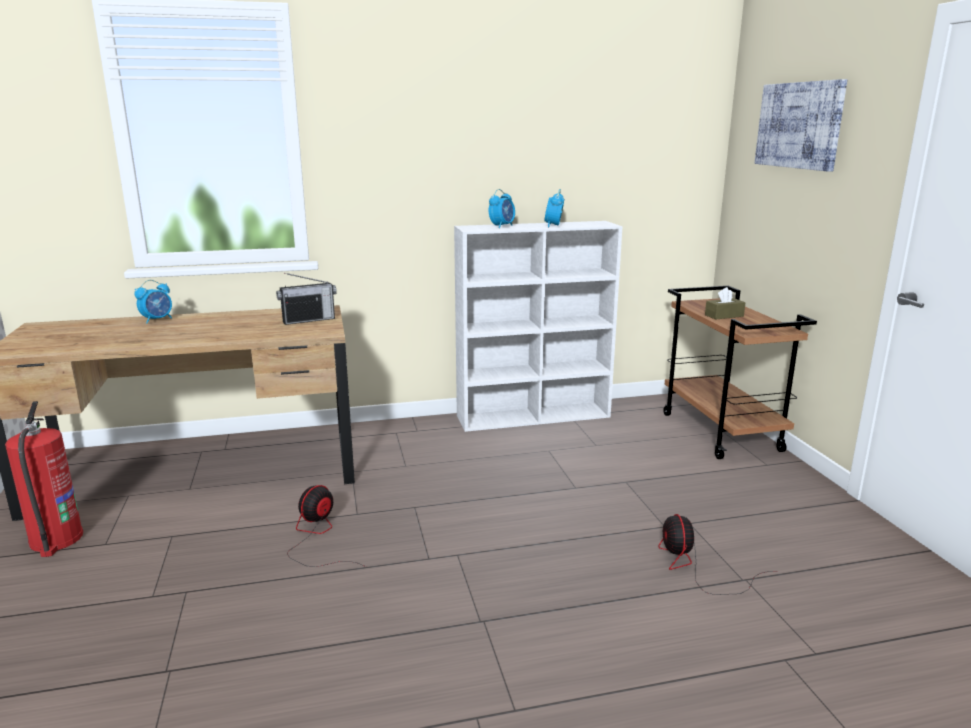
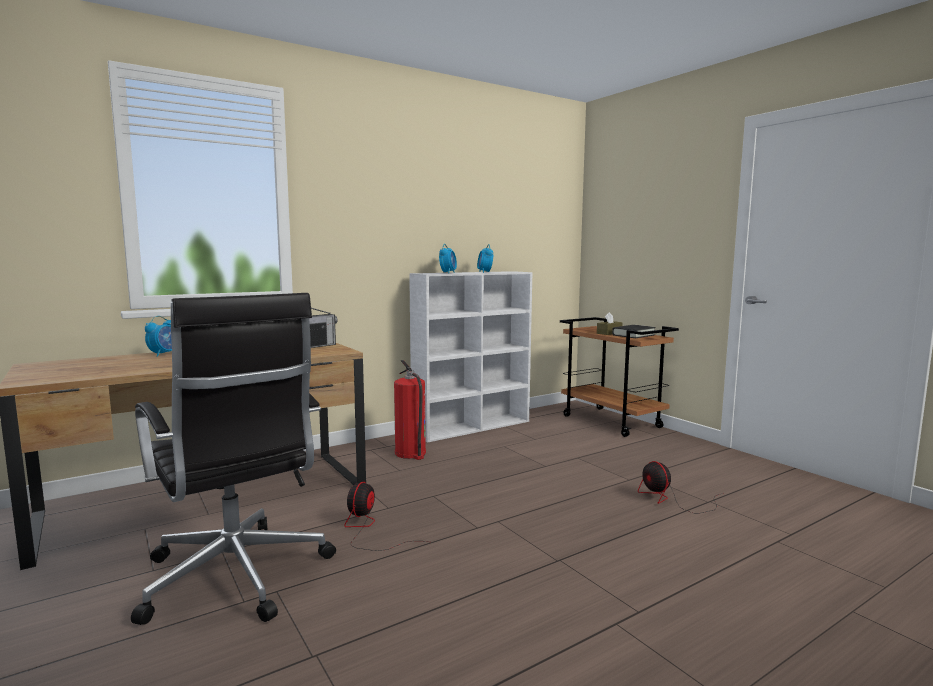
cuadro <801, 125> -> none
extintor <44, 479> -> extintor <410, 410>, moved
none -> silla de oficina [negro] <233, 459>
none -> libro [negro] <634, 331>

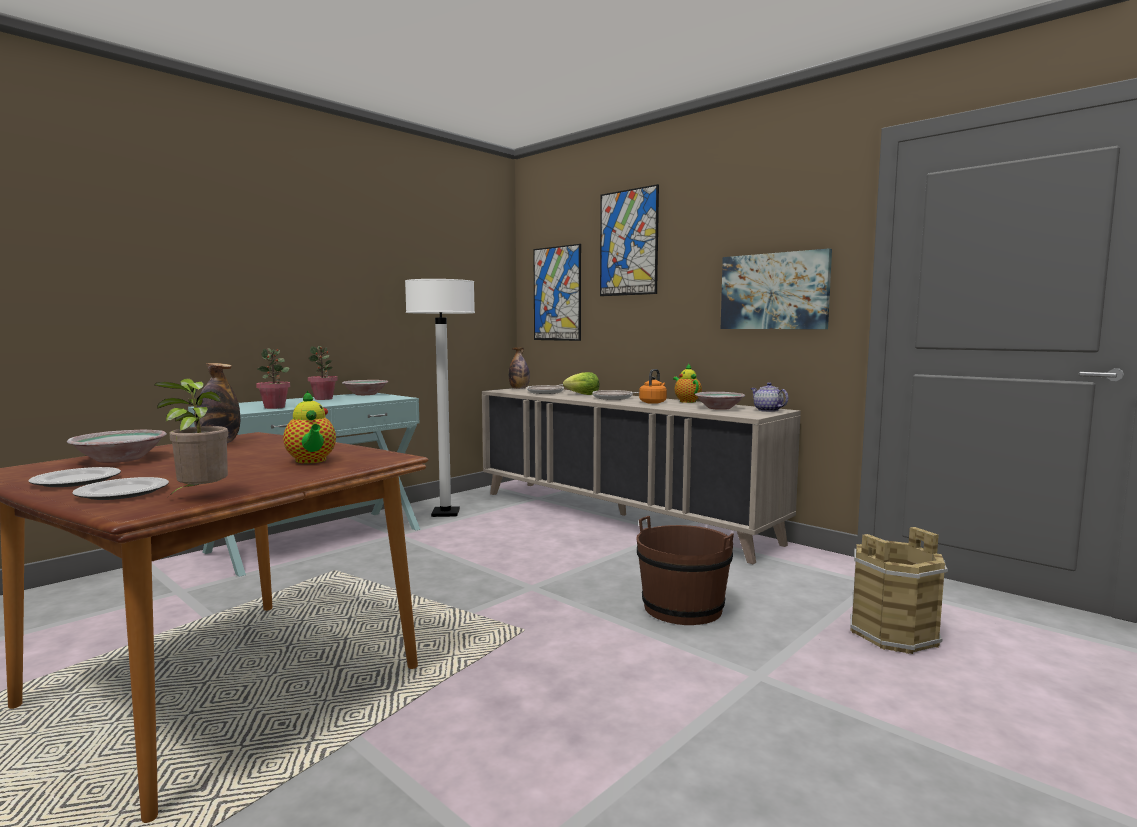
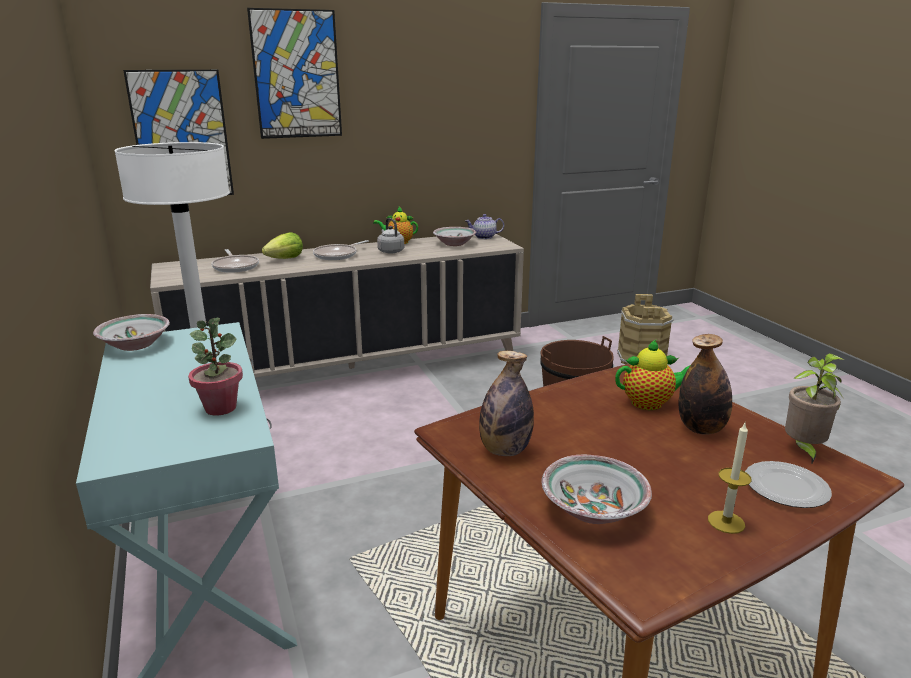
cuadro <776, 288> -> none
planta en maceta <323, 373> -> none
botella <519, 368> -> botella <705, 384>, moved
hervidor [naranja] <653, 386> -> hervidor [gris] <390, 235>
plato <75, 477> -> vela <730, 477>

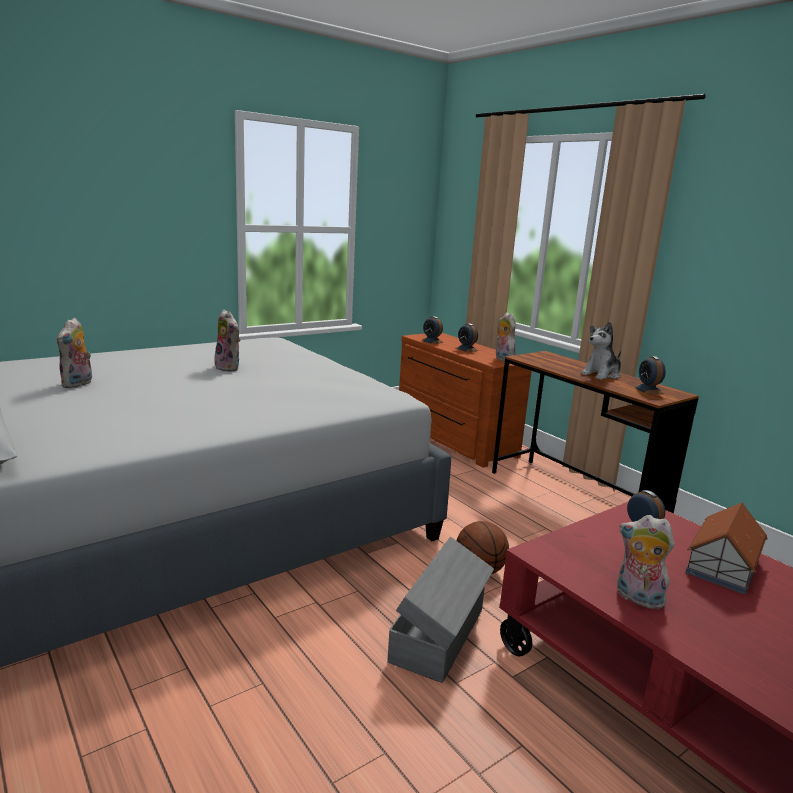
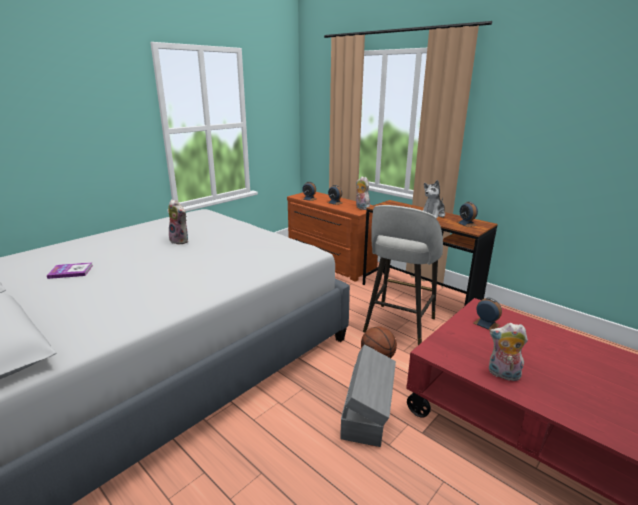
peluche <74, 353> -> libro <70, 270>
casita <726, 549> -> none
none -> taburete [gris] <403, 275>

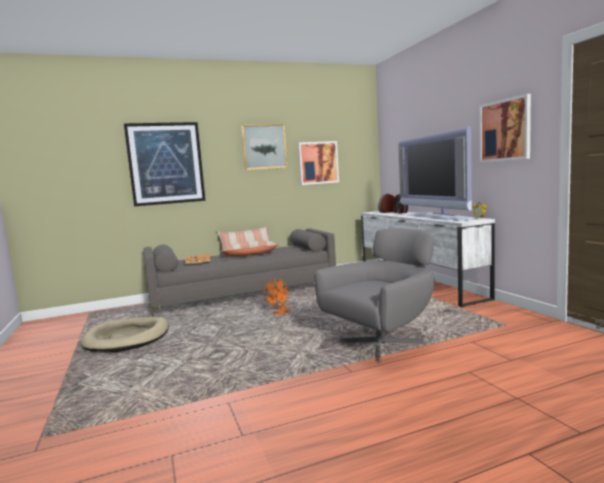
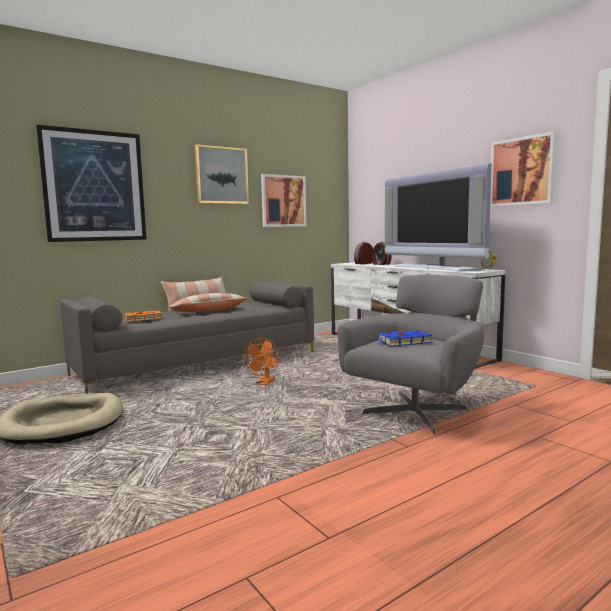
none -> libro [azul] <403, 338>

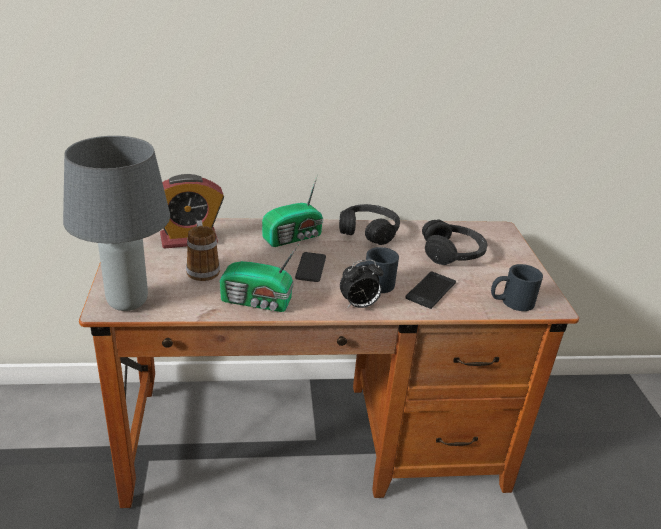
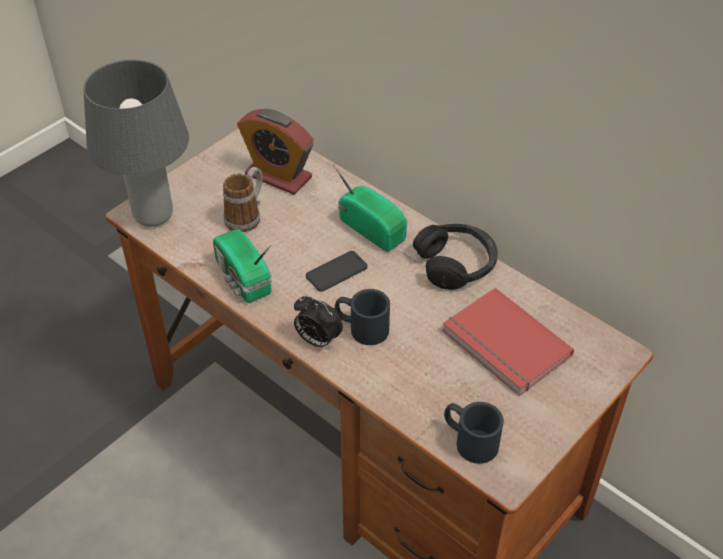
radio <292, 212> -> radio <370, 208>, 150 degrees counterclockwise
auriculares [negro] <454, 242> -> libro [rojo] <508, 342>
móvil <430, 290> -> none

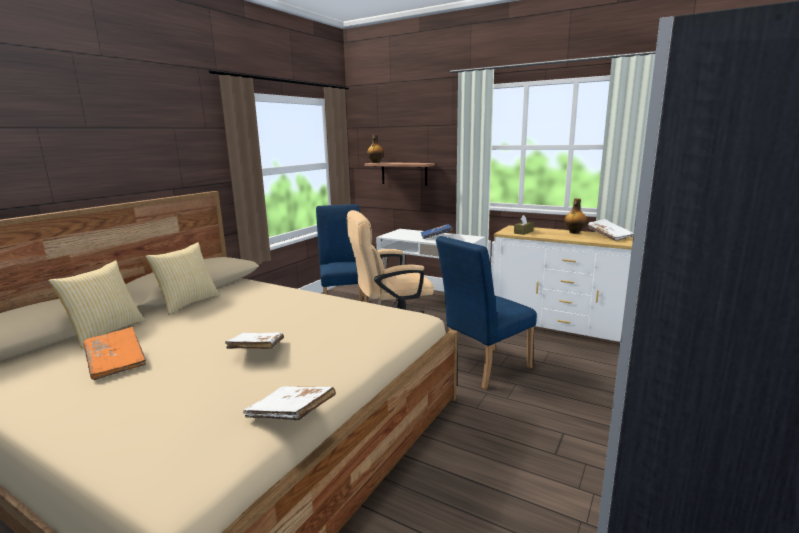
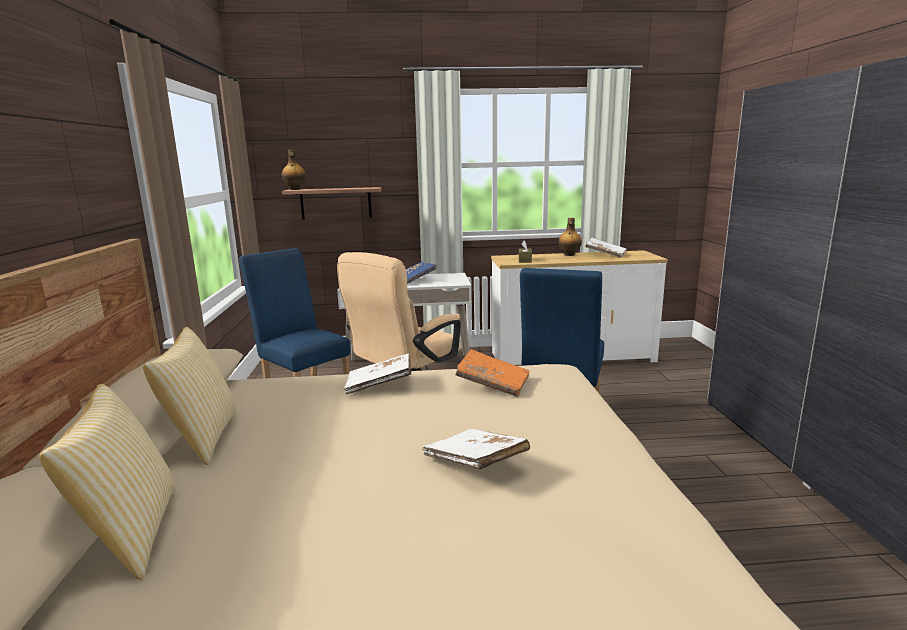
libro [naranja] <114, 353> -> libro [naranja] <492, 373>, moved
libro [blanco] <289, 403> -> libro [blanco] <377, 374>, moved

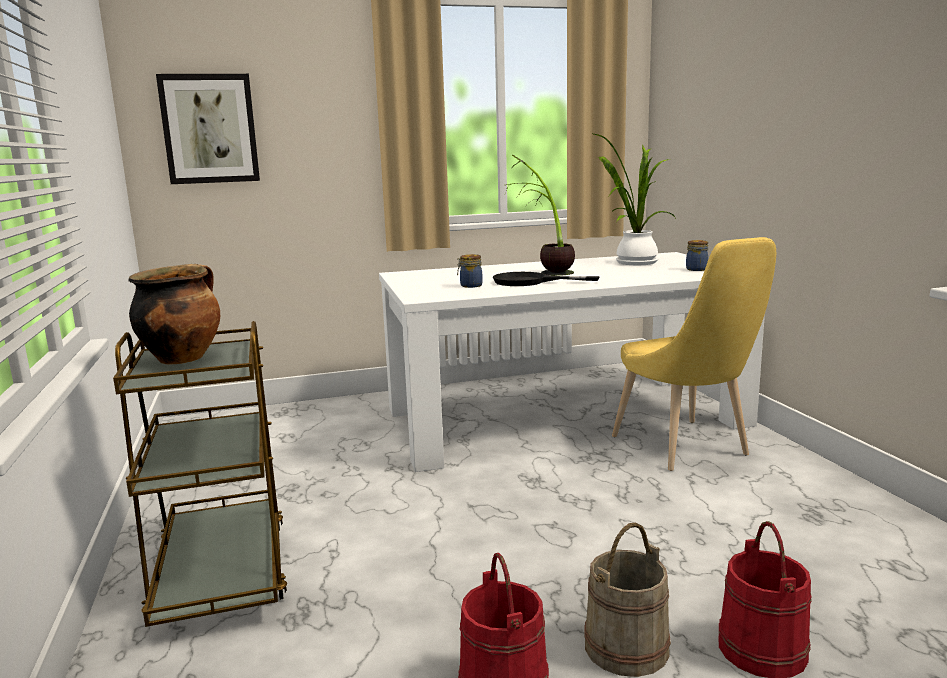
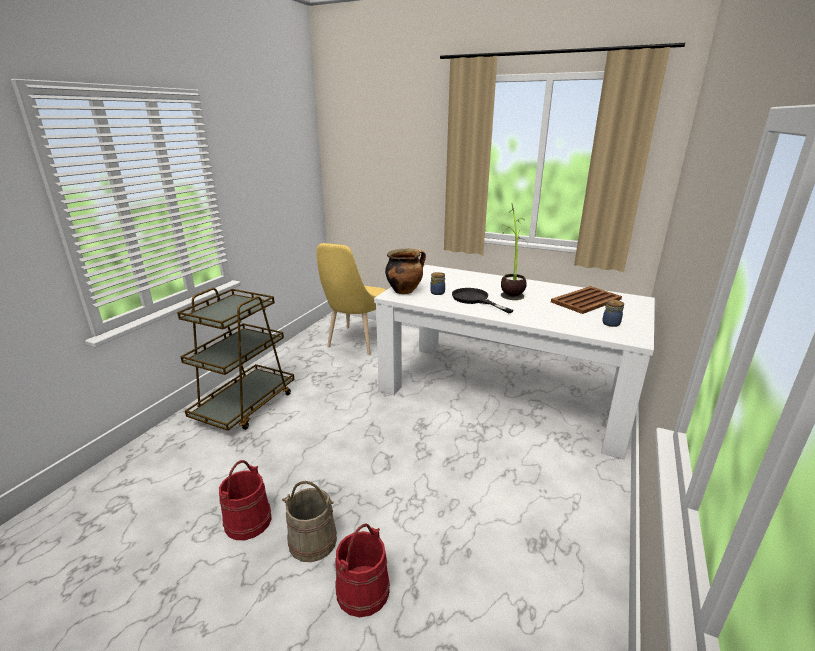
cuadro <208, 129> -> none
planta en maceta <633, 199> -> bandeja [marrón] <586, 300>
silla [amarillo] <694, 354> -> silla [amarillo] <351, 299>, moved
olla <174, 314> -> olla <405, 271>, moved

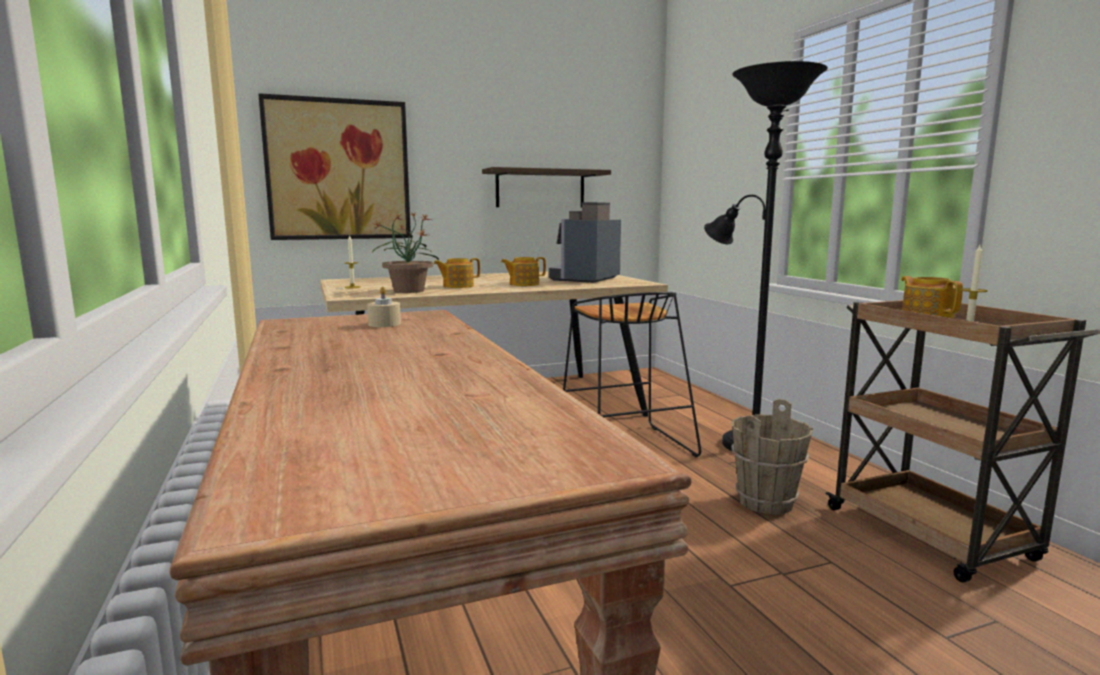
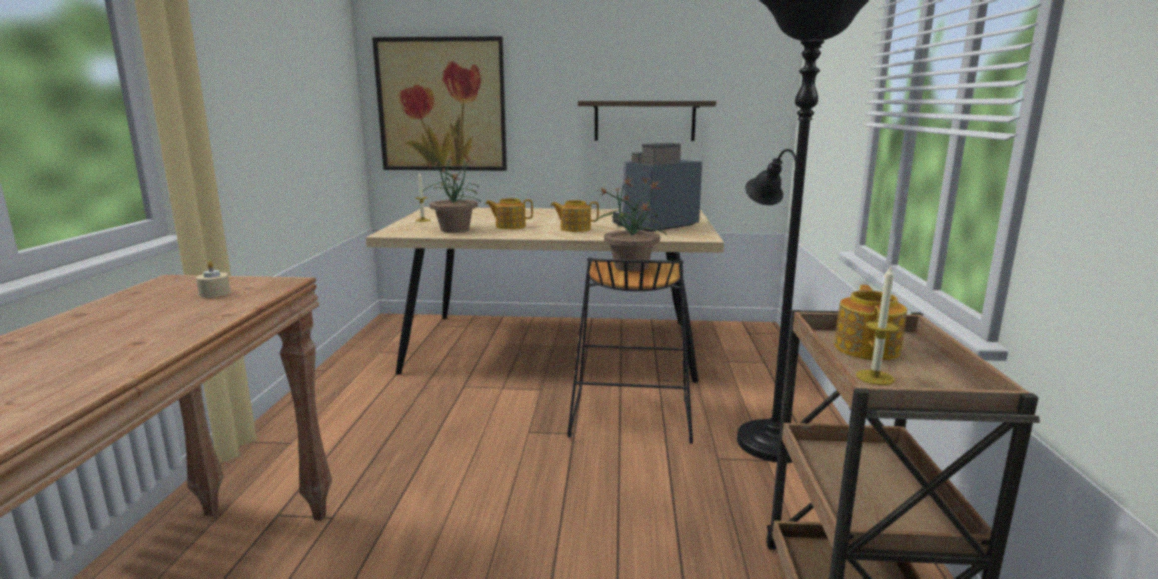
cubo [marrón] <772, 457> -> none
none -> planta en maceta <630, 223>

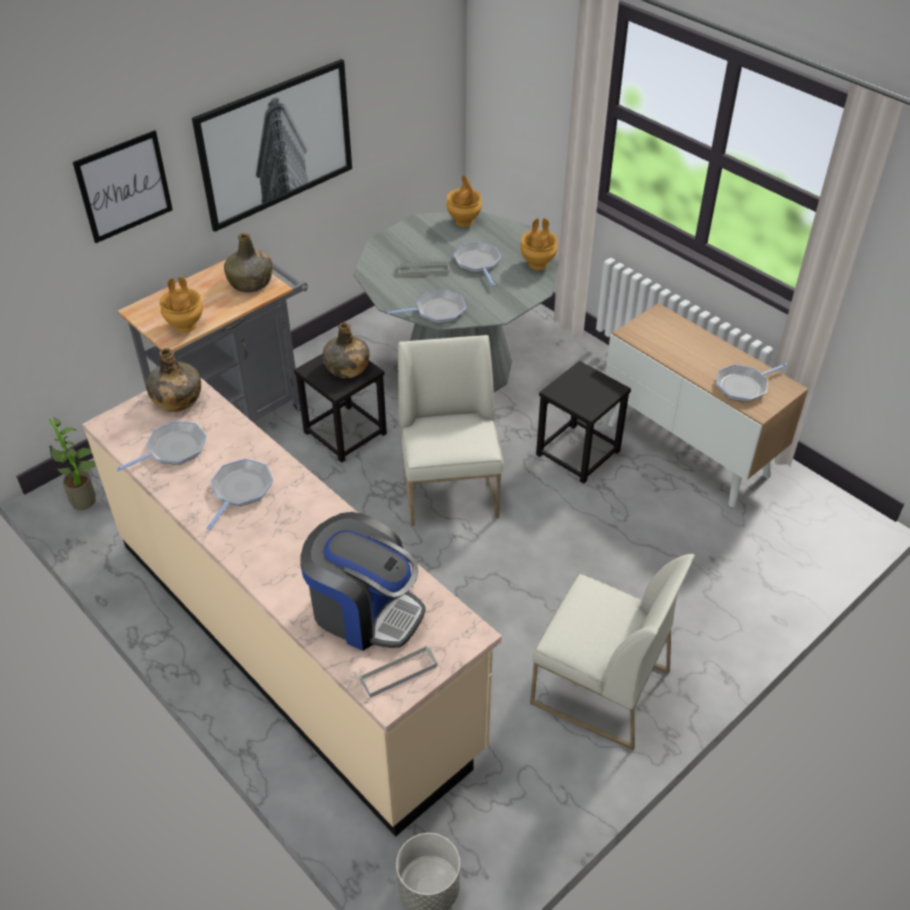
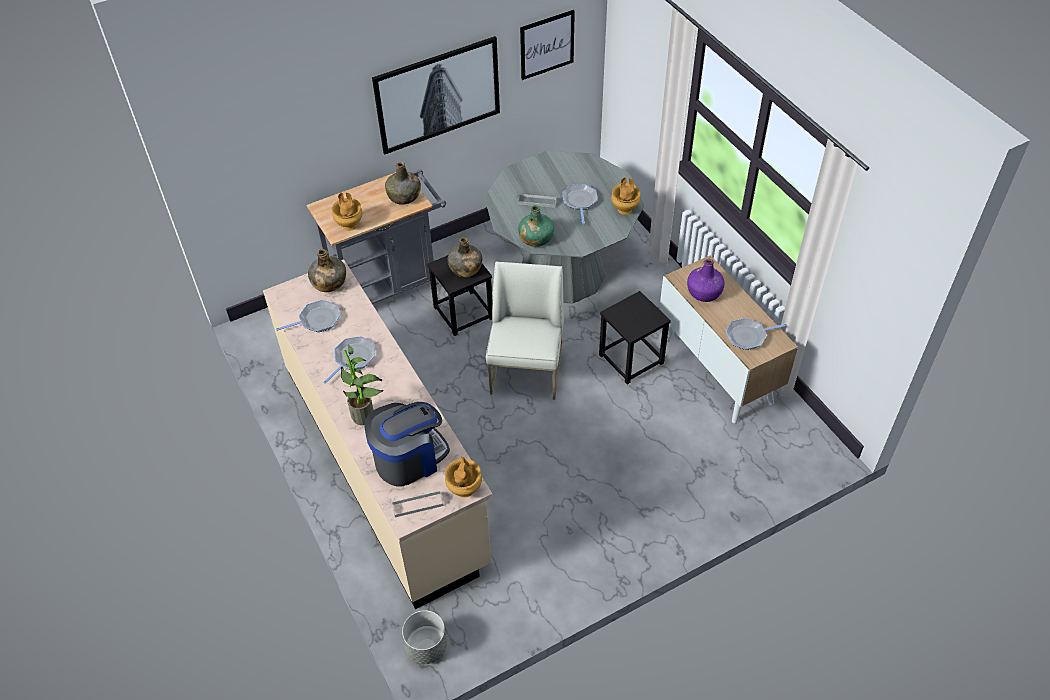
cuadro <123, 186> -> cuadro <547, 45>, moved
florero [marrón] <464, 201> -> florero [marrón] <463, 477>, moved
sartén <427, 307> -> botella [verde] <536, 226>
planta en maceta <72, 463> -> planta en maceta <362, 384>, moved
cafetera <363, 581> -> cafetera <407, 444>, 75 degrees counterclockwise
silla [blanco] <612, 652> -> none
none -> botella [morado] <706, 280>

